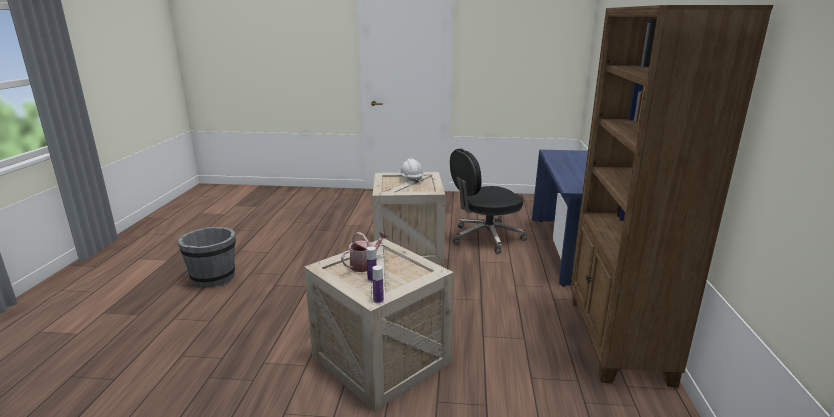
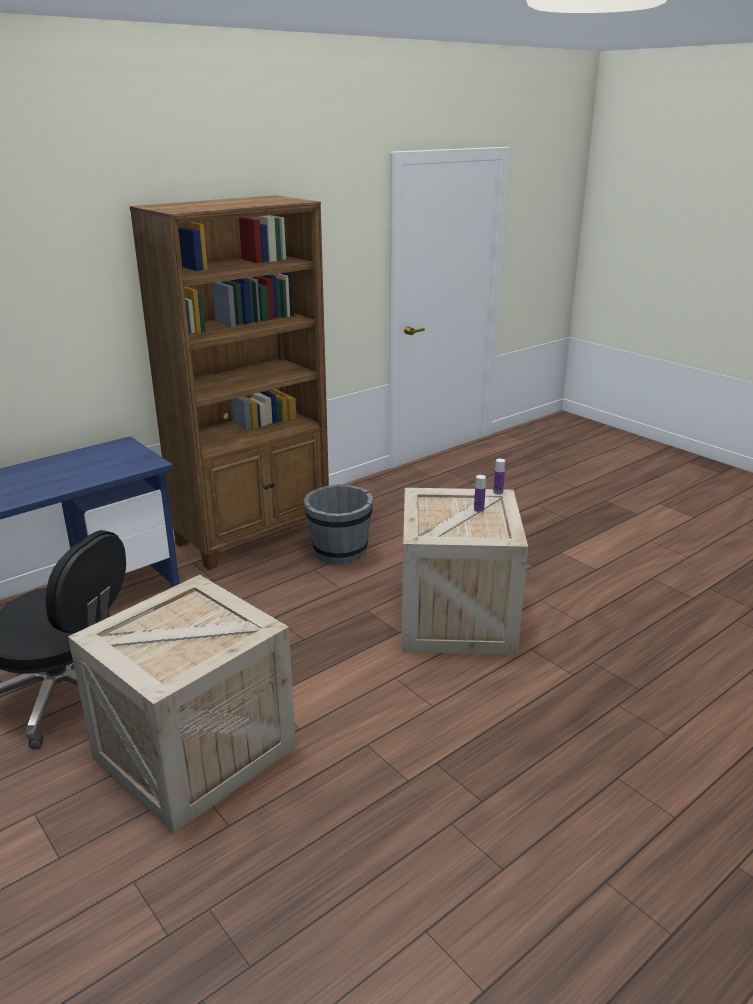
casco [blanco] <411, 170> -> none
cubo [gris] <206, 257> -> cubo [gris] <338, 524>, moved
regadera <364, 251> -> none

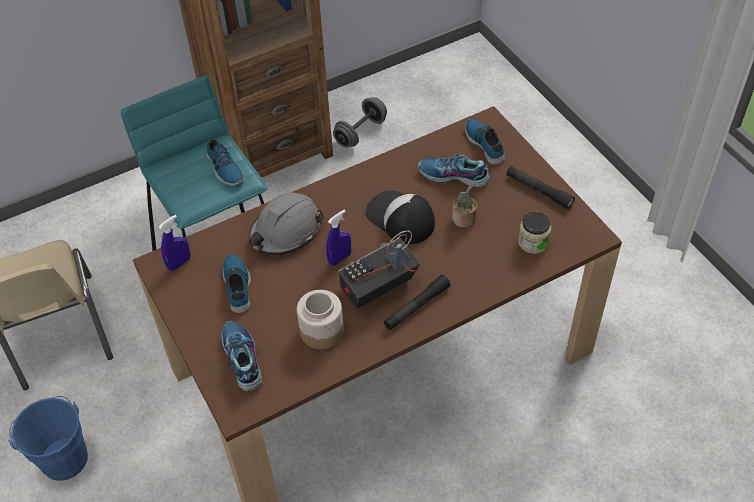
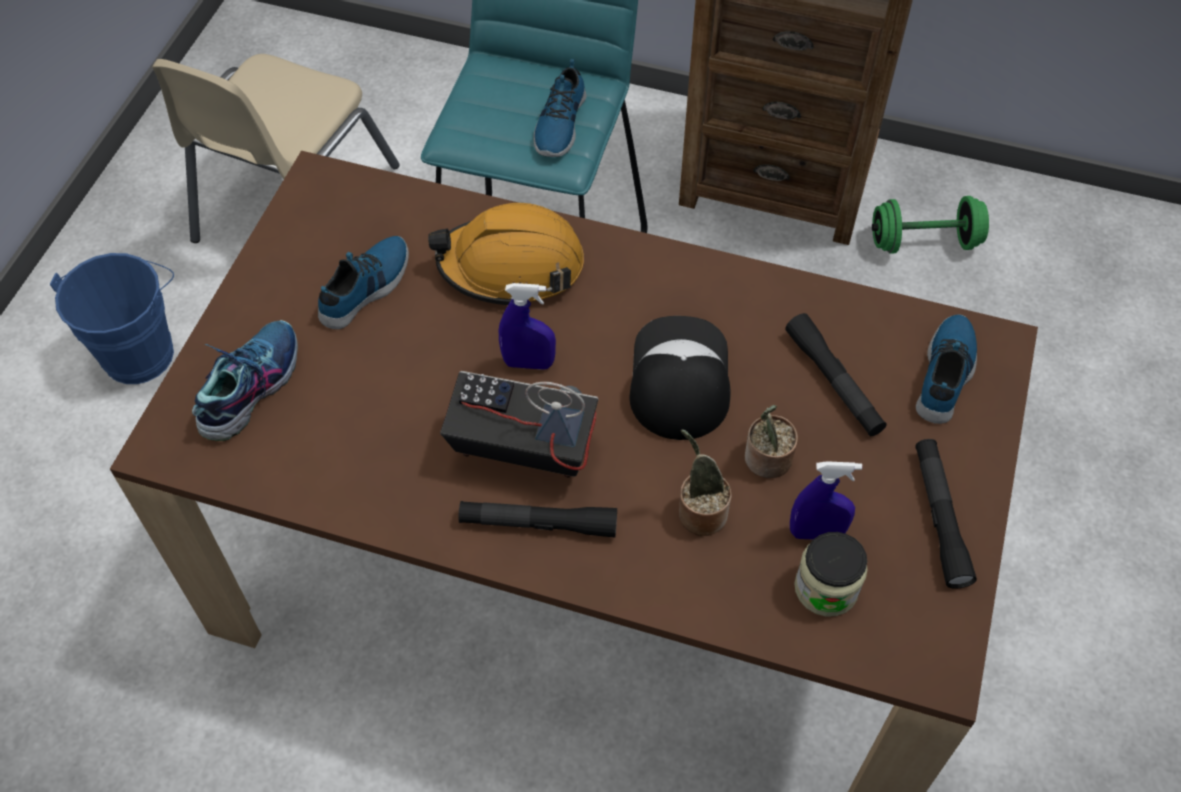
mancuerna [gris] <360, 122> -> mancuerna [verde] <930, 225>
zapato <454, 170> -> linterna [negro] <836, 374>
casco [gris] <286, 223> -> casco [naranja] <506, 254>
pulverizador [azul] <174, 243> -> pulverizador [azul] <826, 500>, moved
tarro <320, 319> -> none
none -> planta en maceta <705, 483>

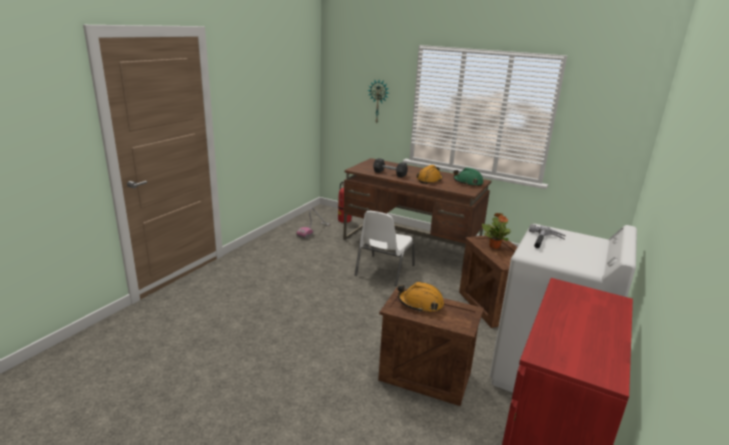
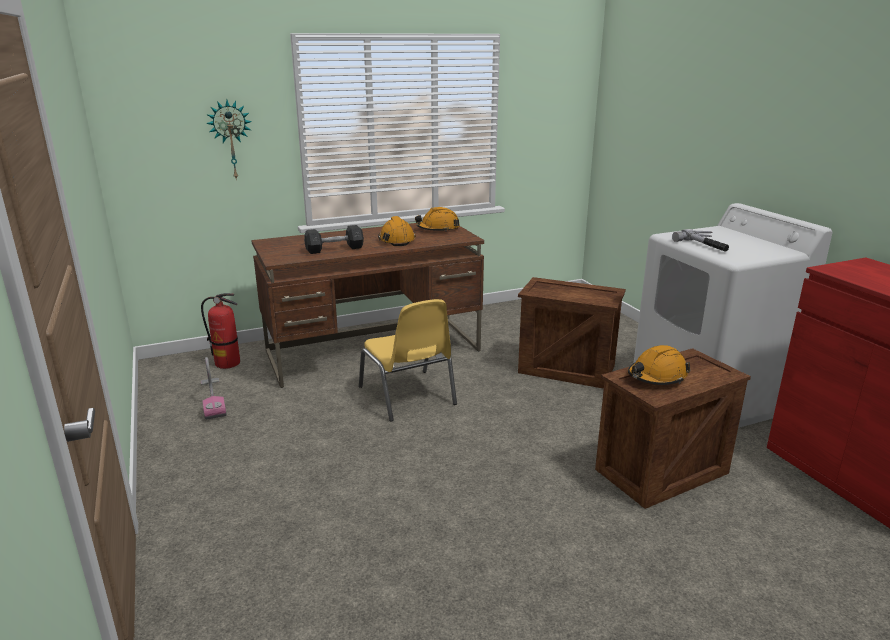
casco [verde] <468, 176> -> casco [naranja] <437, 219>
silla [blanco] <385, 248> -> silla [amarillo] <408, 360>
planta en maceta <496, 231> -> none

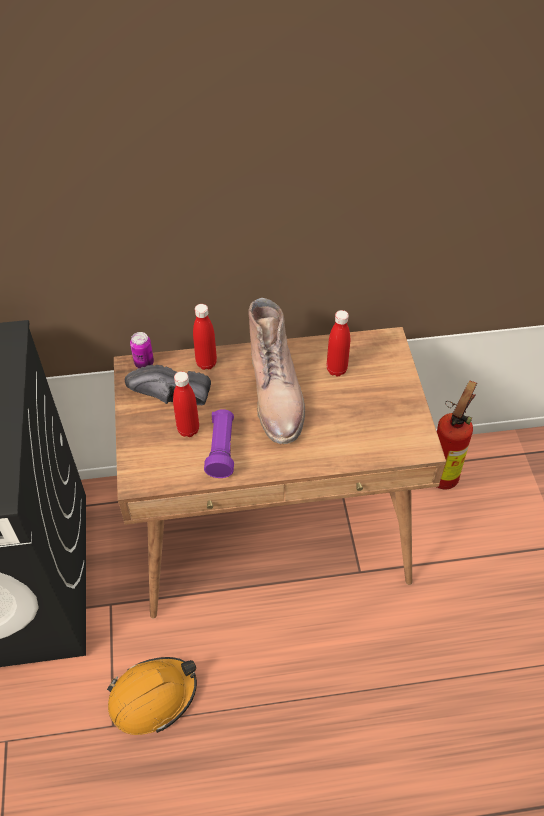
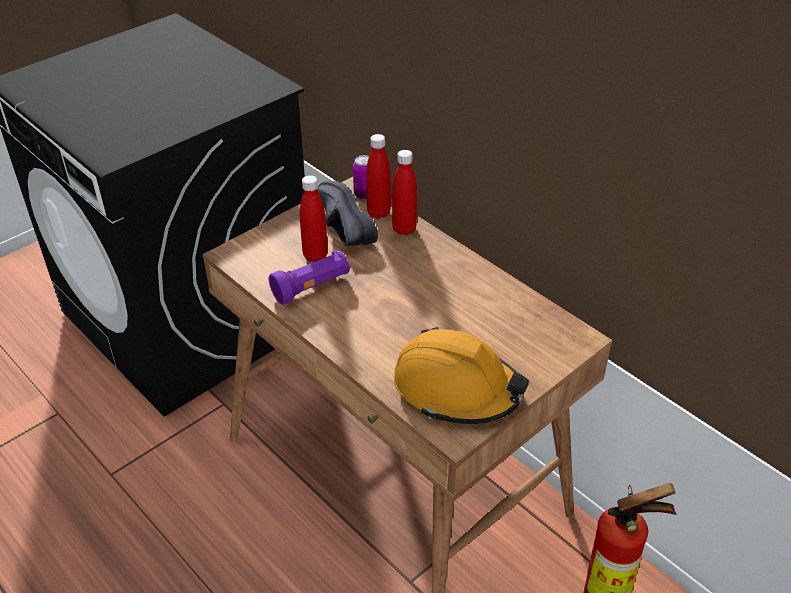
bota [marrón] <277, 371> -> none
botella [rojo] <338, 343> -> botella [rojo] <378, 176>, moved
casco [naranja] <152, 696> -> casco [naranja] <461, 375>, moved

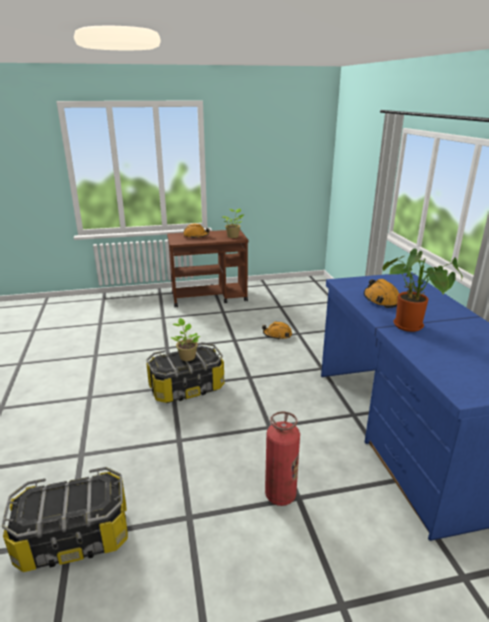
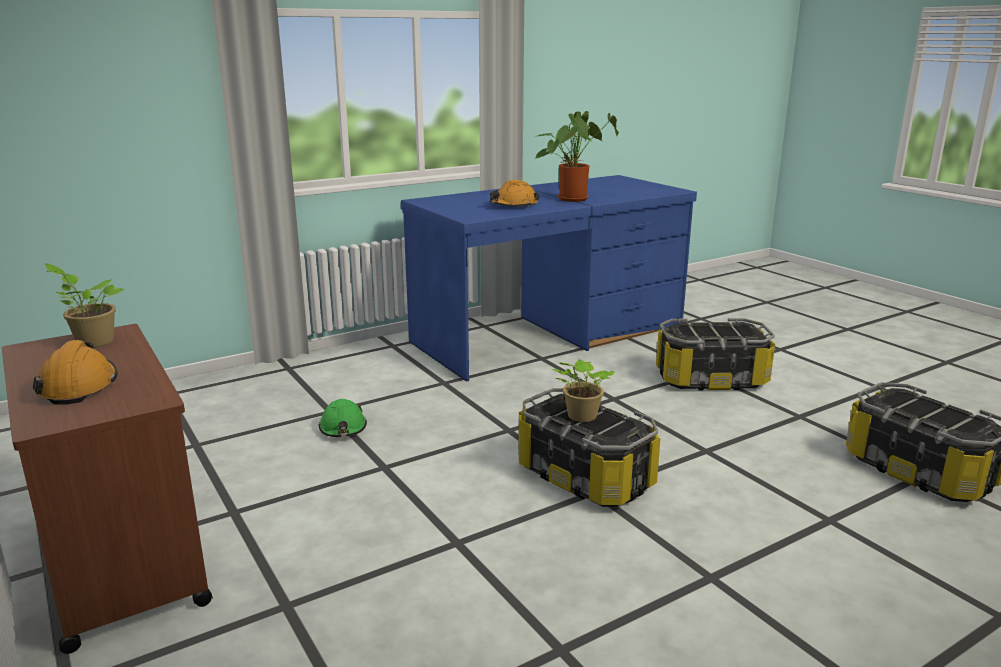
casco [naranja] <277, 331> -> casco [verde] <342, 418>
extintor <282, 459> -> caja de almacenaje <715, 354>

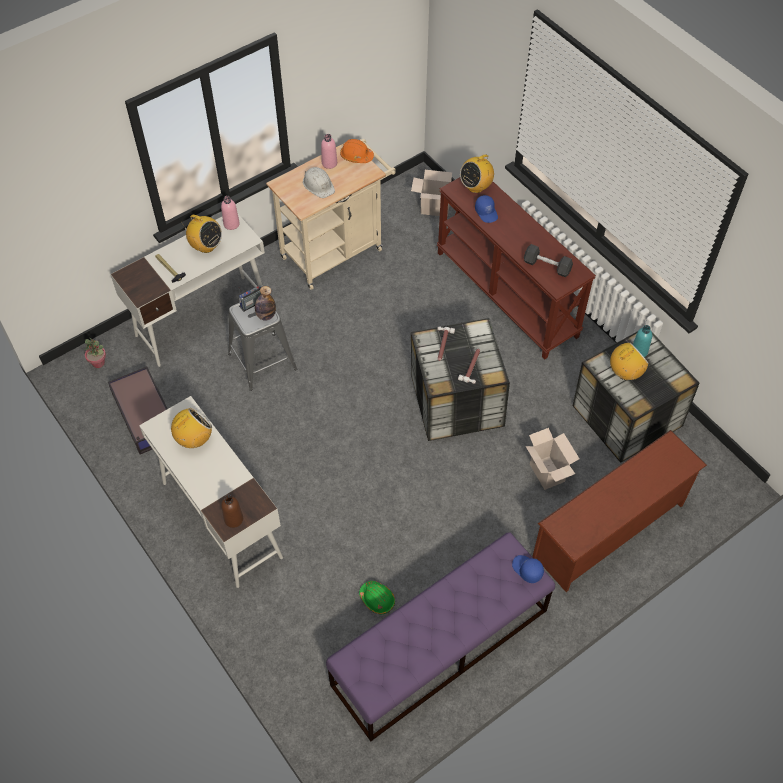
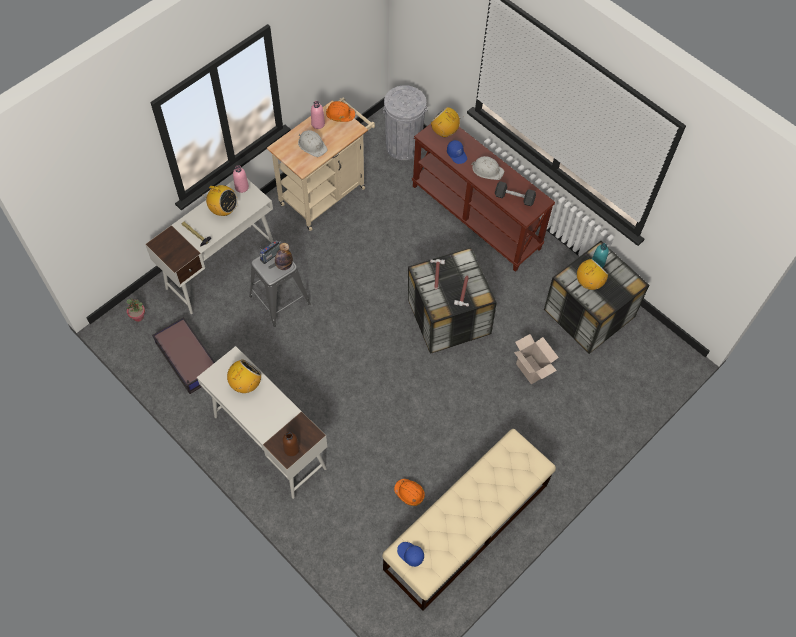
radio <477, 171> -> radio <446, 122>, 90 degrees clockwise
caja de cartón <431, 193> -> papelera [gris] <405, 122>
zapatero [marrón] <619, 511> -> none
banco [morado] <440, 636> -> banco [beis] <469, 520>
gorra [azul] <528, 569> -> gorra [azul] <410, 554>, moved
casco [verde] <377, 597> -> casco [naranja] <409, 492>
none -> casco [blanco] <487, 168>

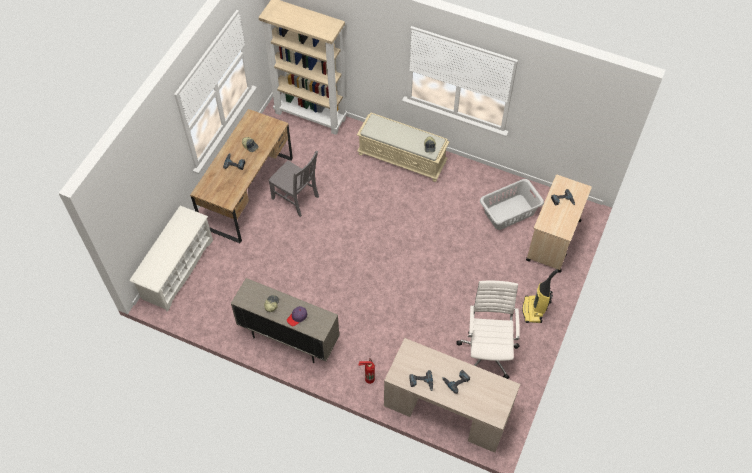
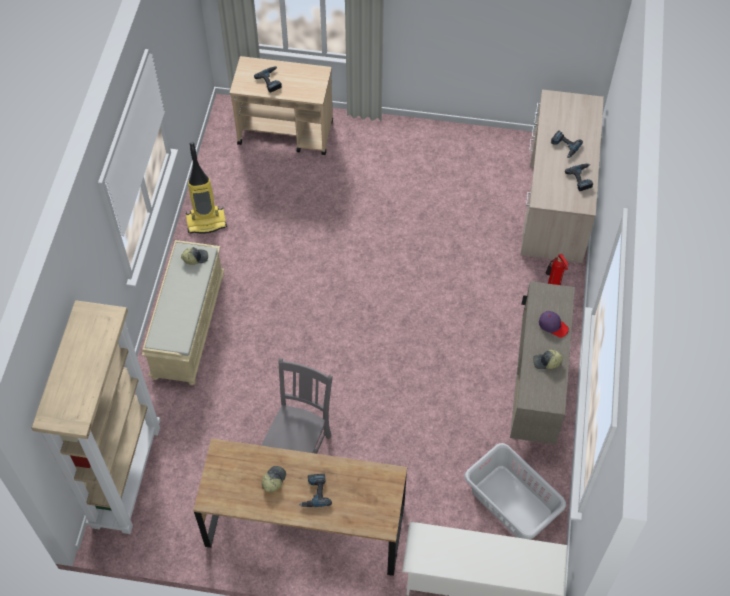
cesto de la ropa [gris] <512, 204> -> cesto de la ropa [gris] <515, 491>, moved
aspiradora <540, 296> -> aspiradora <206, 188>, moved
silla de oficina [blanco] <488, 329> -> none

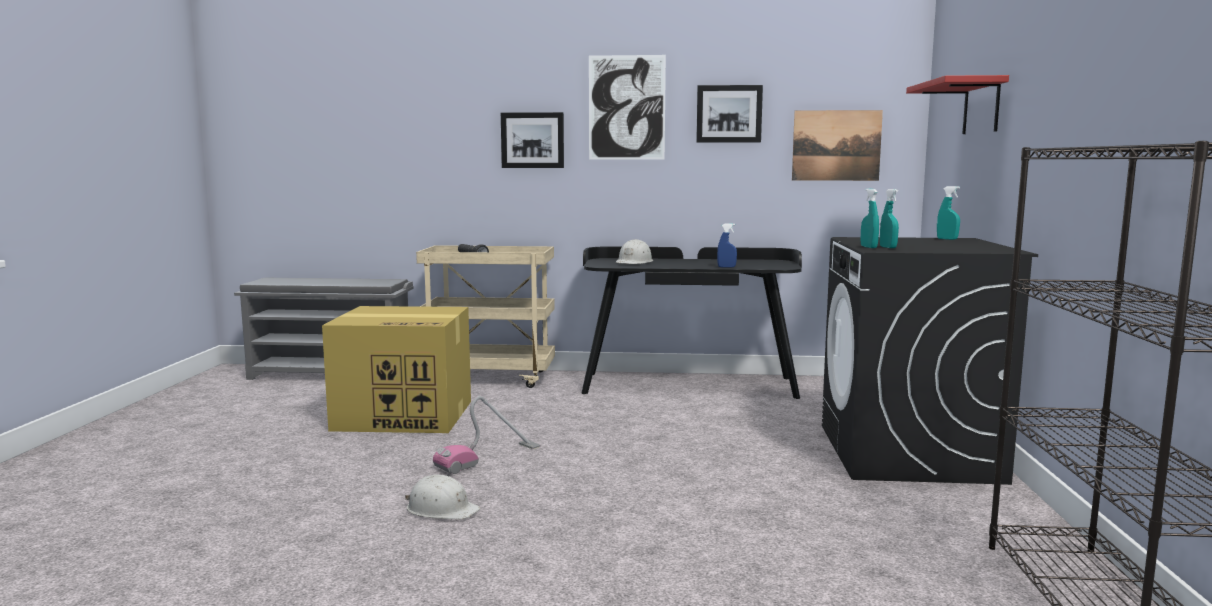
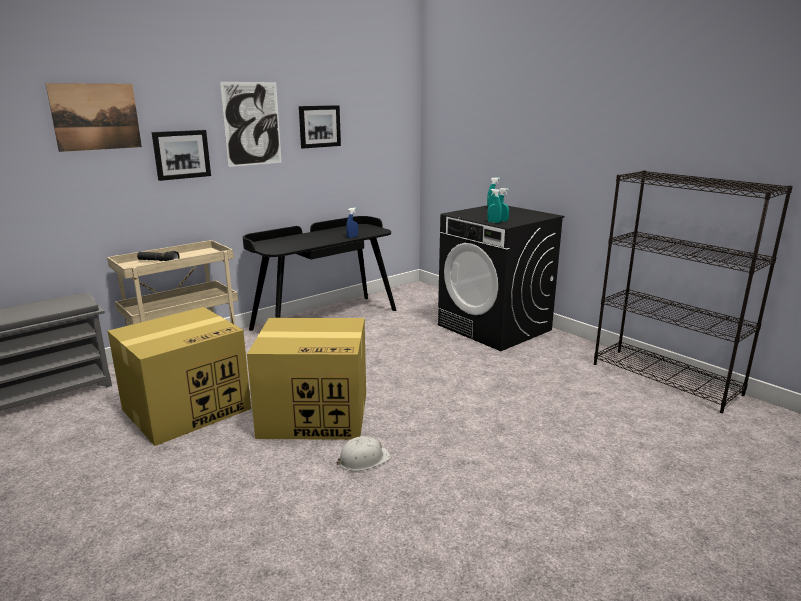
estante [rojo] <957, 104> -> none
cuadro <837, 145> -> cuadro <93, 117>, moved
casco [blanco] <634, 251> -> none
aspiradora <486, 434> -> caja de cartón <306, 379>

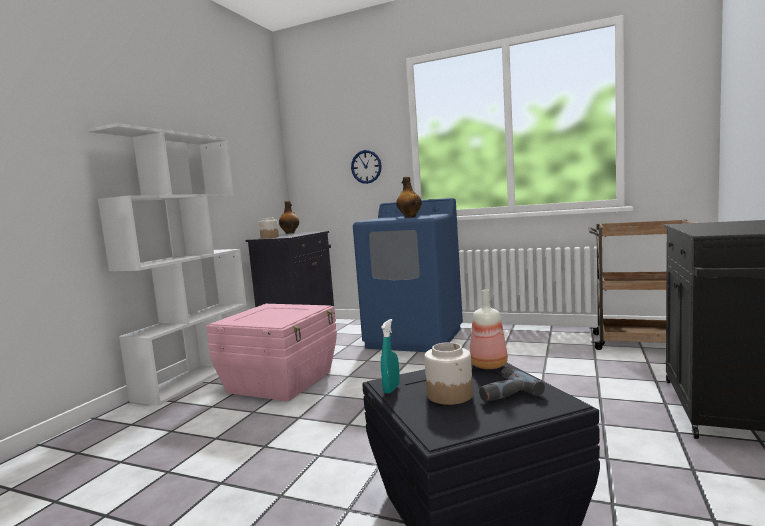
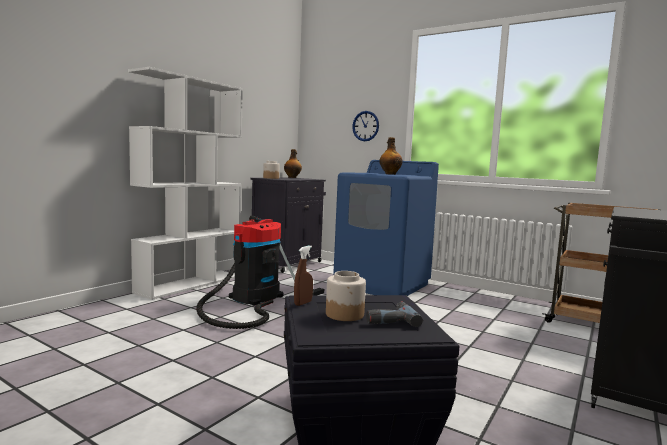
botella <488, 329> -> none
caja de almacenaje [rosa] <271, 352> -> aspiradora <260, 272>
pulverizador [turquesa] <390, 356> -> pulverizador [marrón] <303, 276>

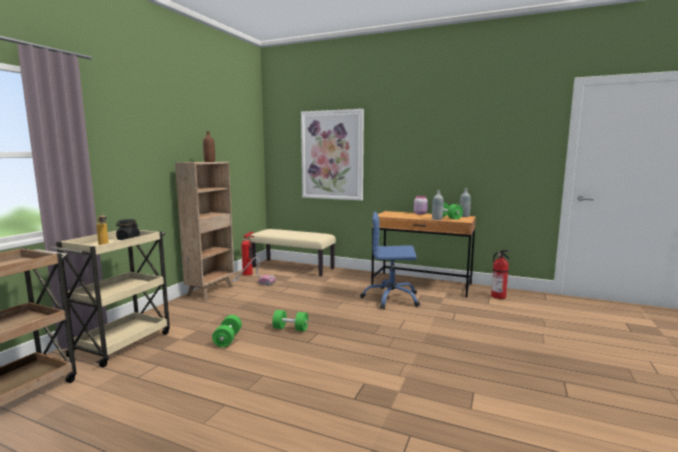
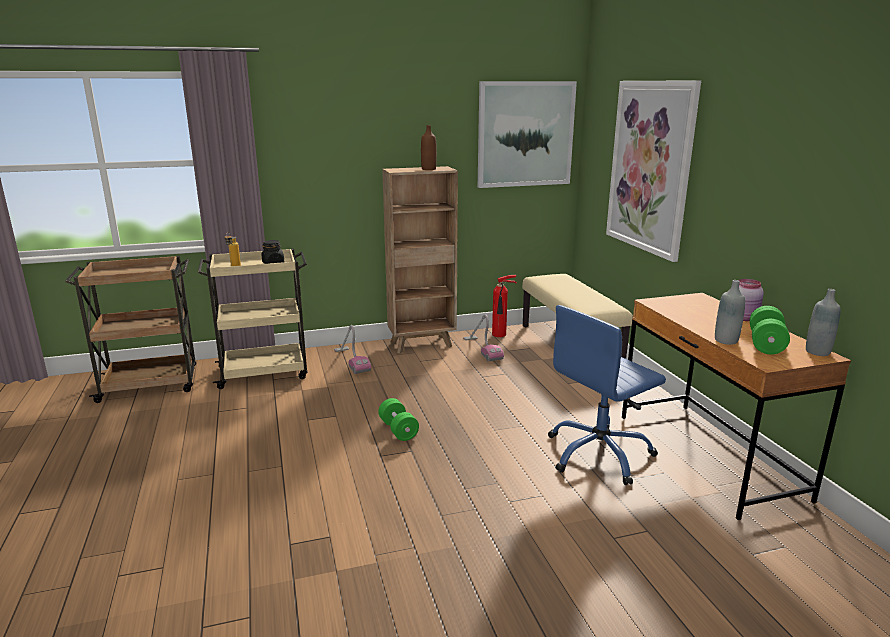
silla de oficina [azul] <390, 260> -> silla de oficina [azul] <607, 395>, 90 degrees counterclockwise
extintor <501, 274> -> none
mancuerna [verde] <227, 331> -> none
none -> cuadro <527, 134>
none -> aspiradora <352, 349>

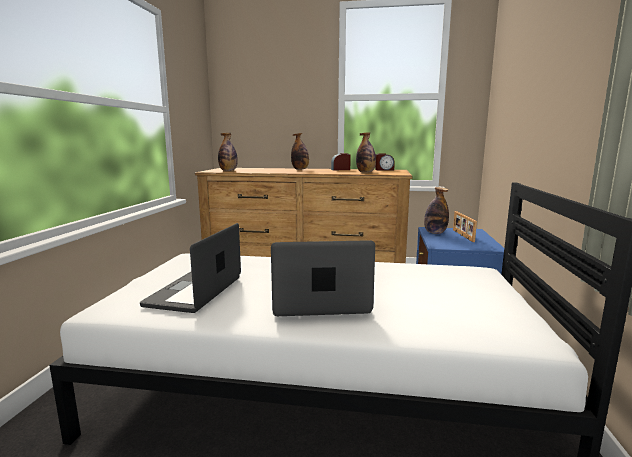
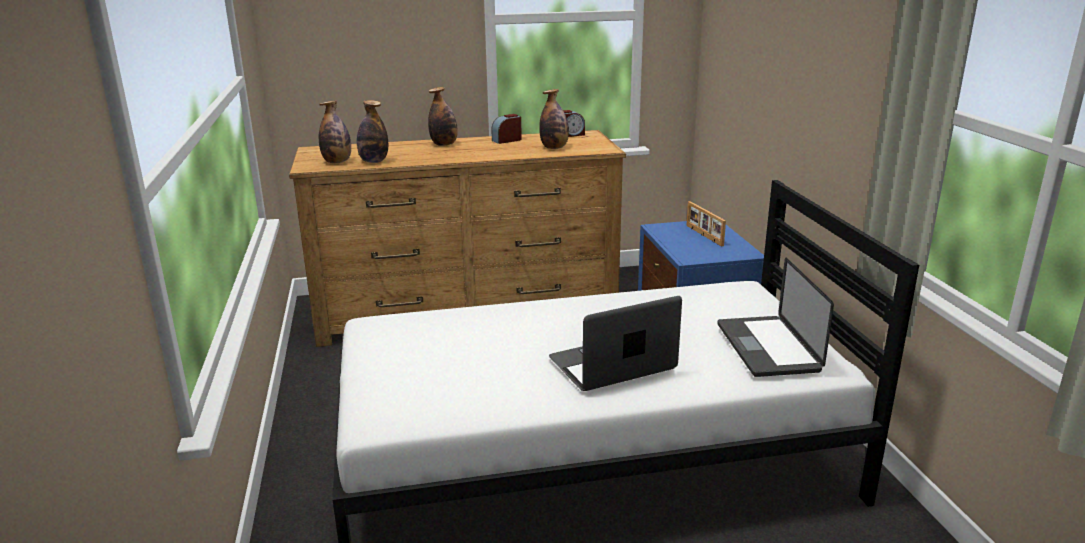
botella <436, 210> -> botella <372, 131>, moved
portátil <190, 268> -> portátil <776, 317>, moved

